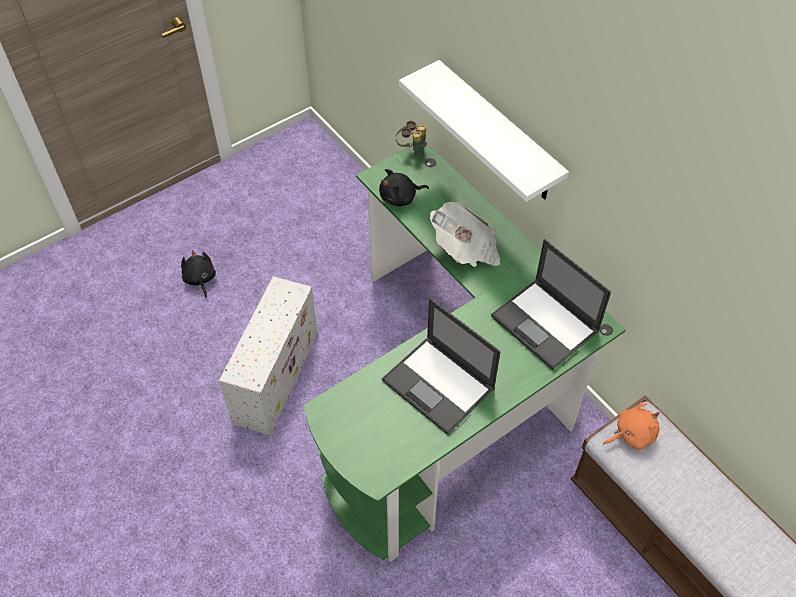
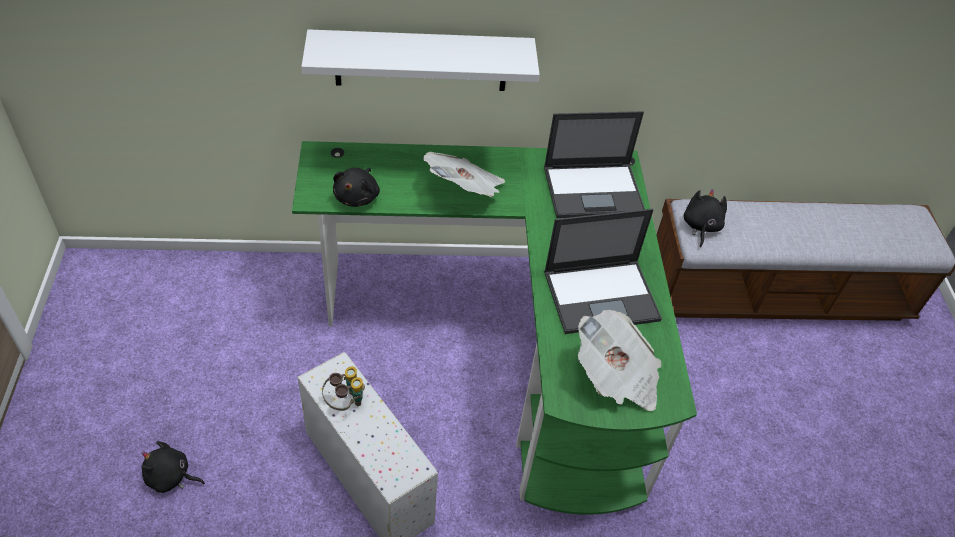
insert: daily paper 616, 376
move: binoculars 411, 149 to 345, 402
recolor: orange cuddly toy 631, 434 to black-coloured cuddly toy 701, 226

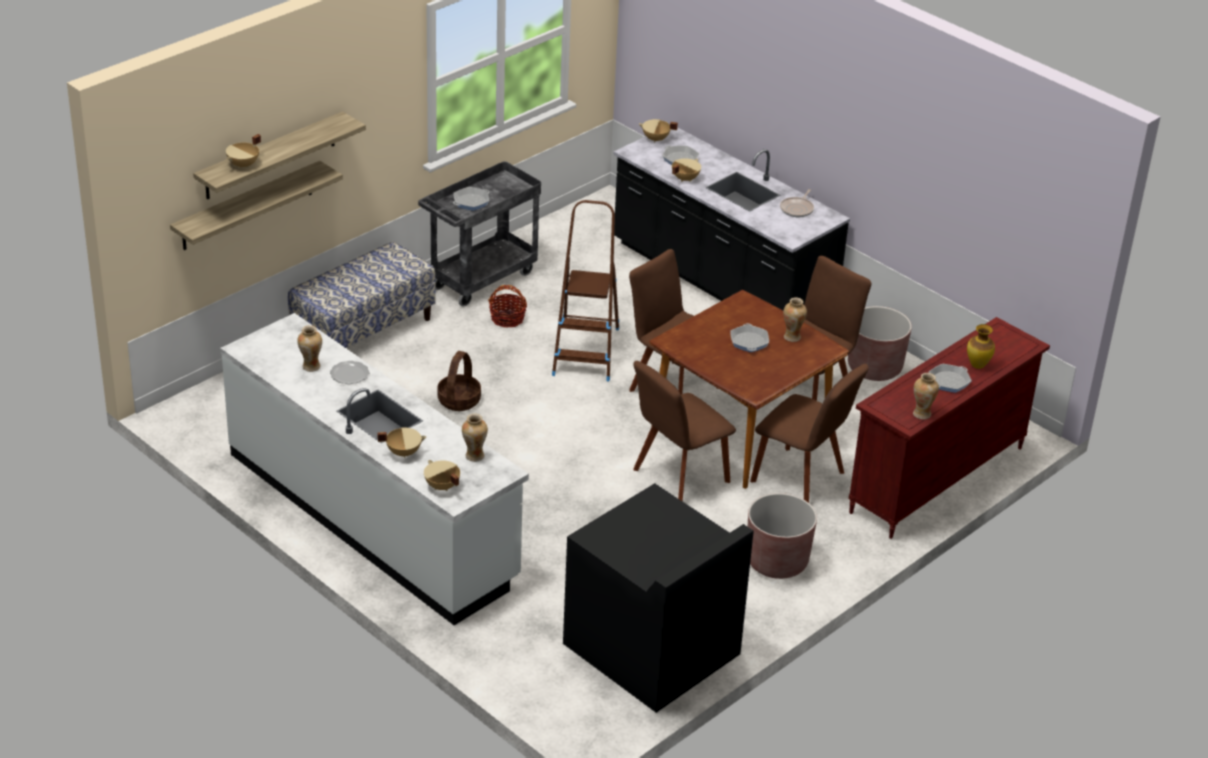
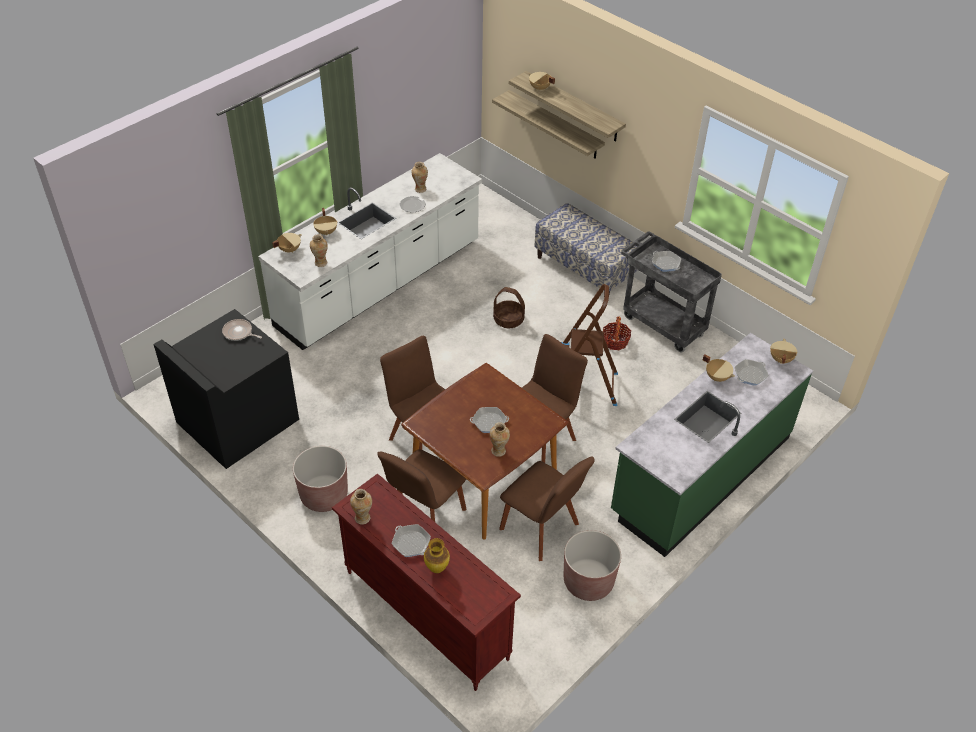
move: frying pan 797, 209 to 239, 333
recolor: black-coloured counter 720, 282 to greenish counter 700, 474

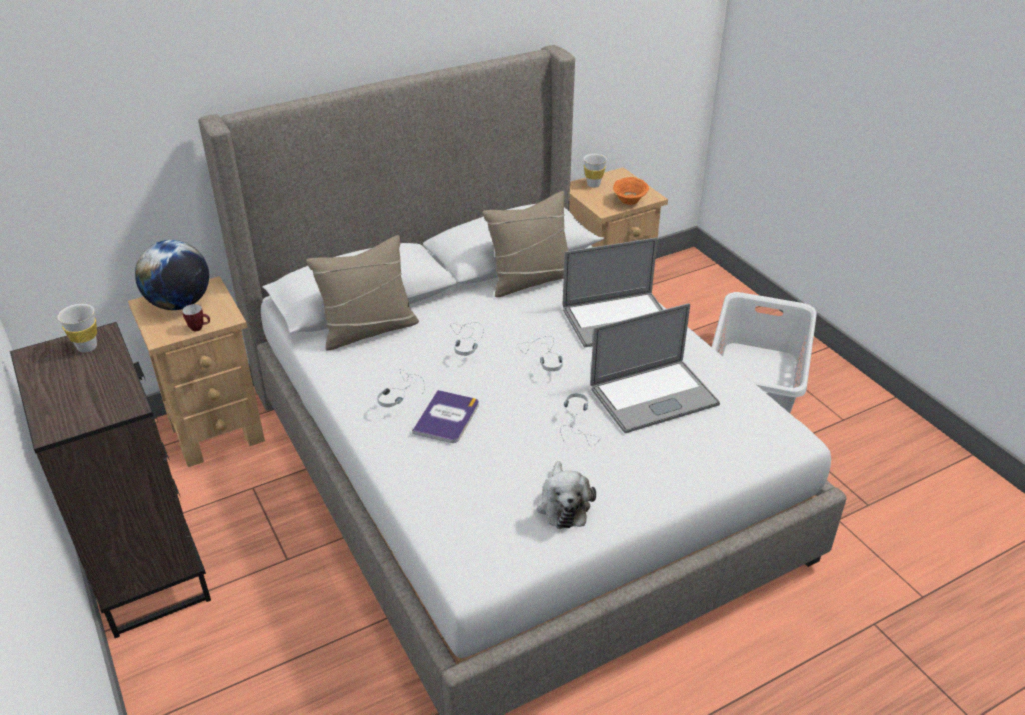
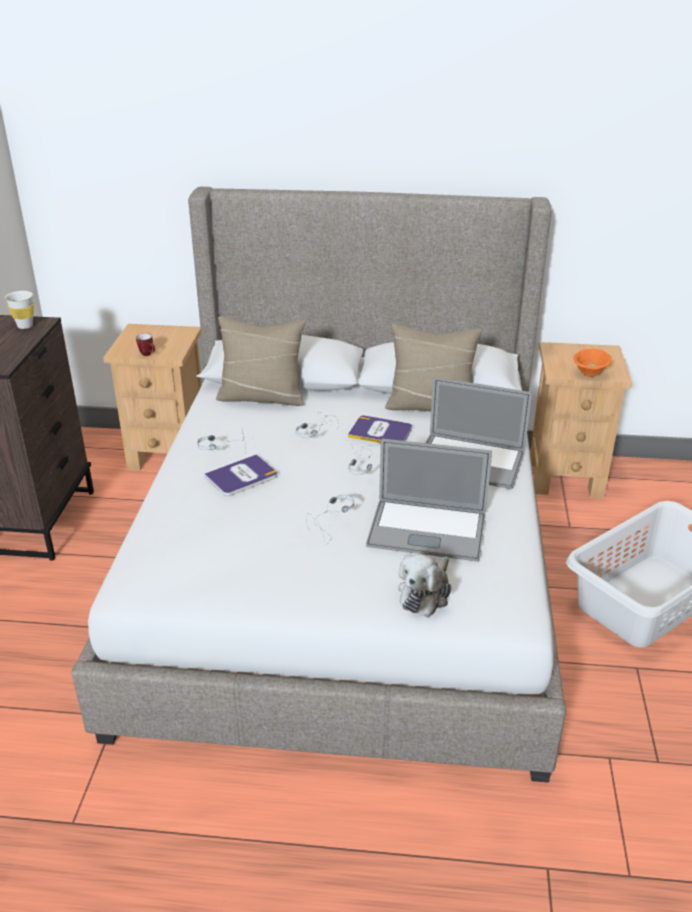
delete: globe 180, 303; white-coloured small cup 593, 184
insert: book 380, 432
move: cuddly toy 563, 504 to 425, 593

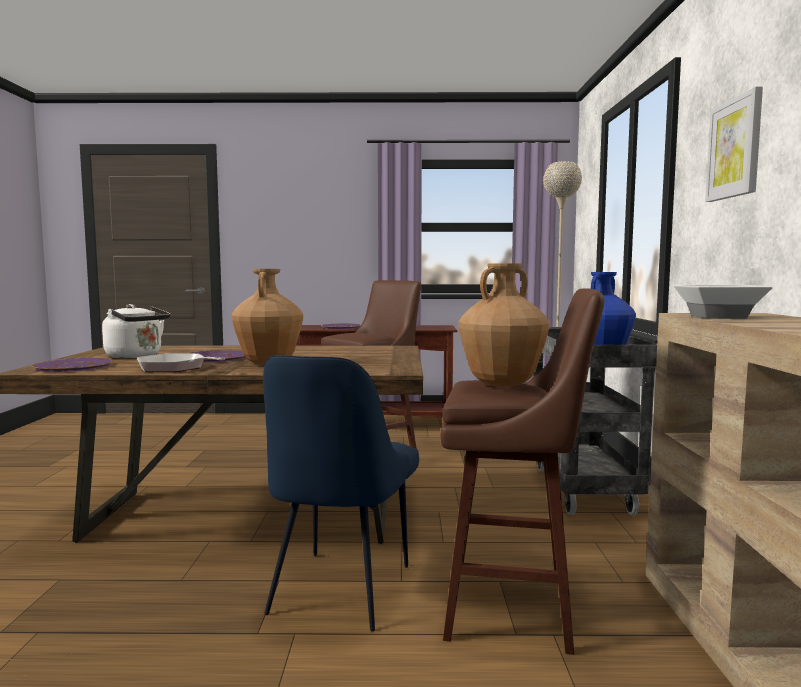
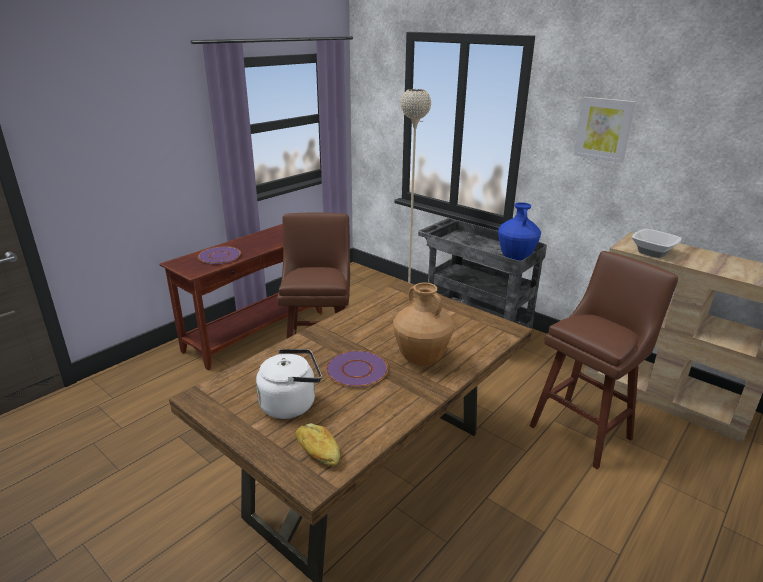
delete: frying pan 175, 368; blue-coloured upright chair 341, 589; brown-coloured flower vase 502, 384
replace: purple plate 74, 366 to bread 317, 451

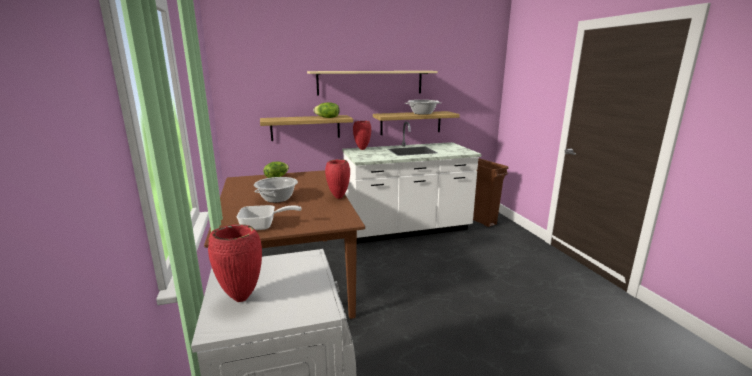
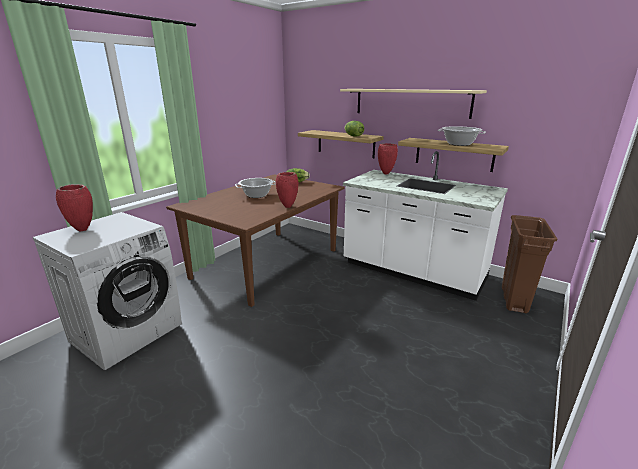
delete: frying pan 263, 226

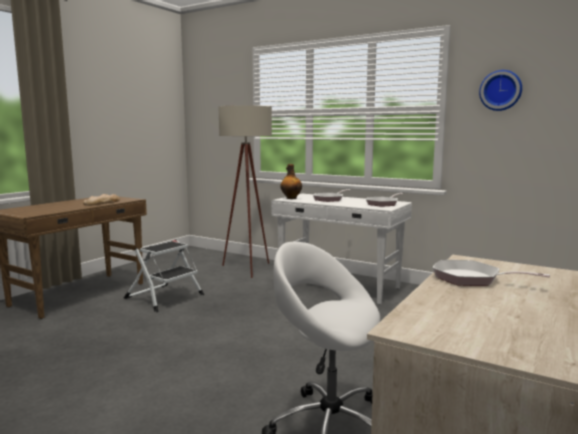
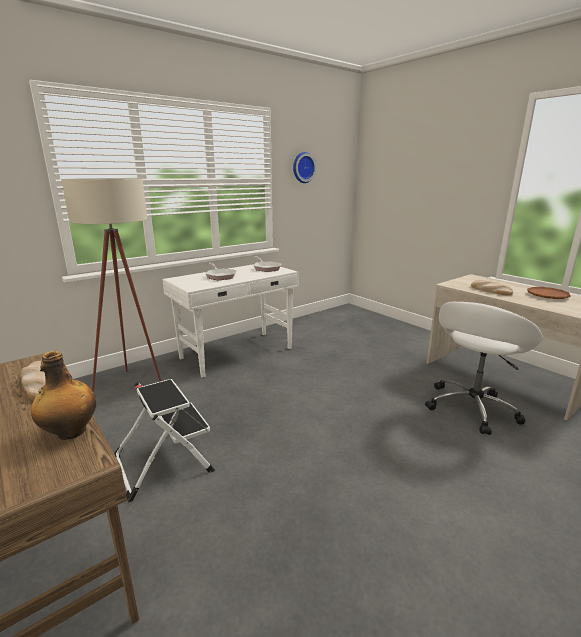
insert: brown-coloured plate 547, 295
move: beverage bottle 291, 198 to 70, 432
replace: frying pan 471, 279 to bread 490, 290

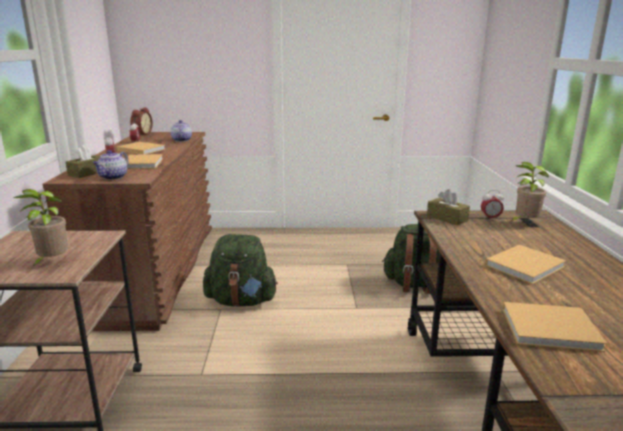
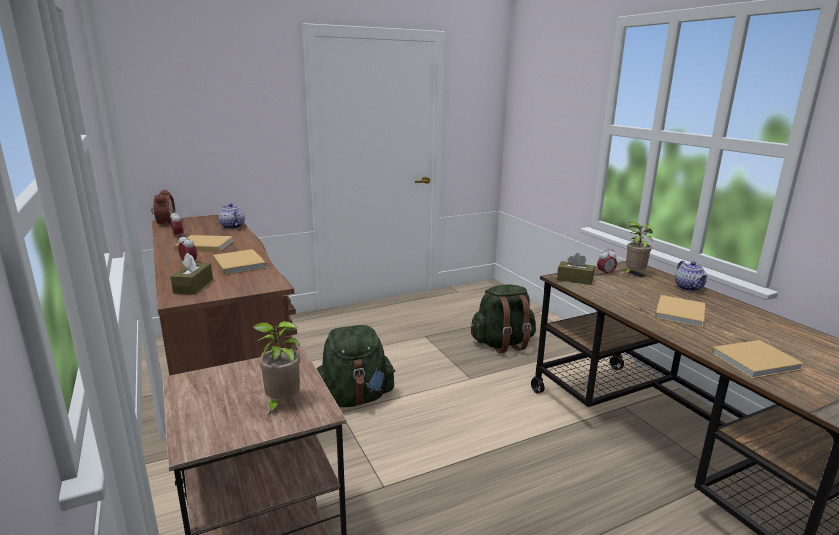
move: teapot 113, 177 to 689, 288

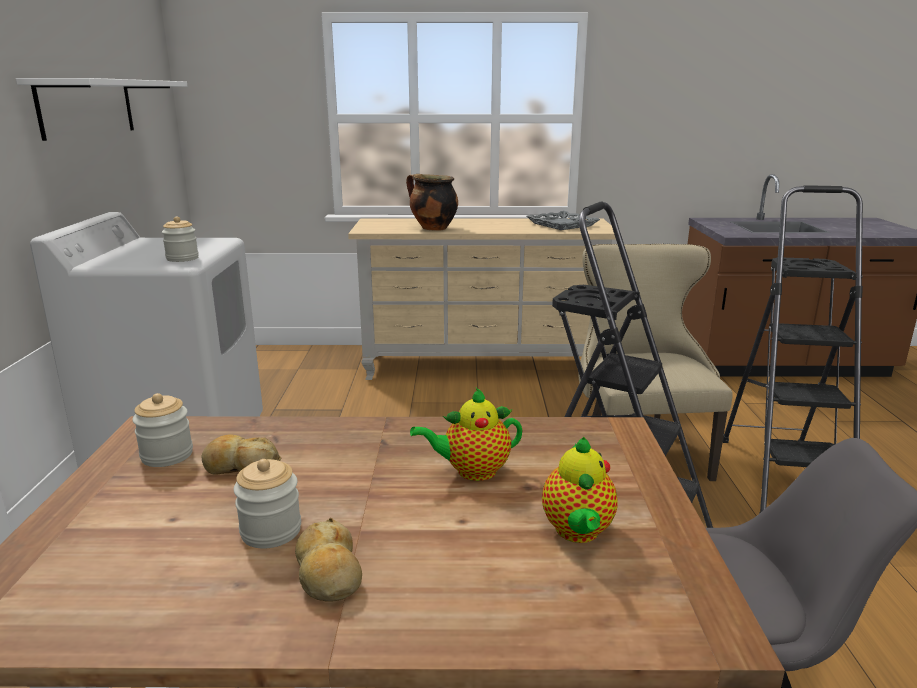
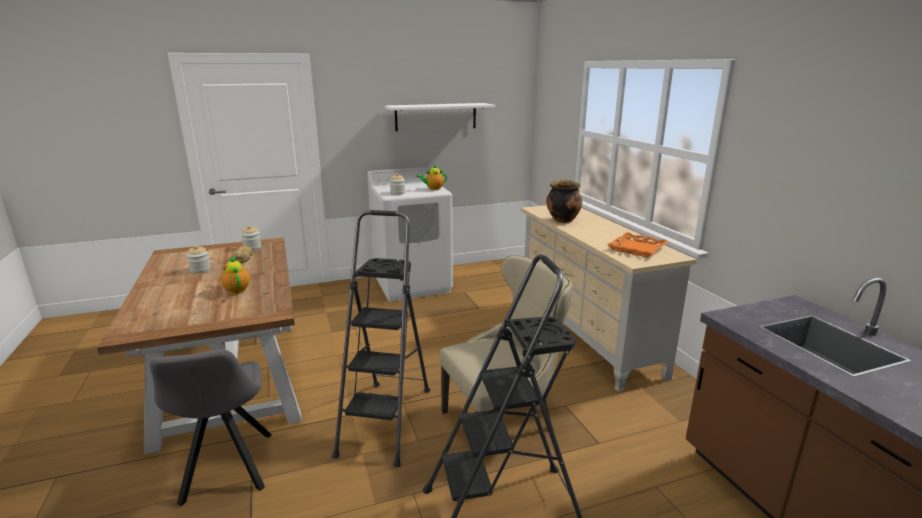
delete: bread 328, 573
move: teapot 577, 532 to 433, 189
recolor: greyish carrying tray 561, 225 to orange carrying tray 636, 248

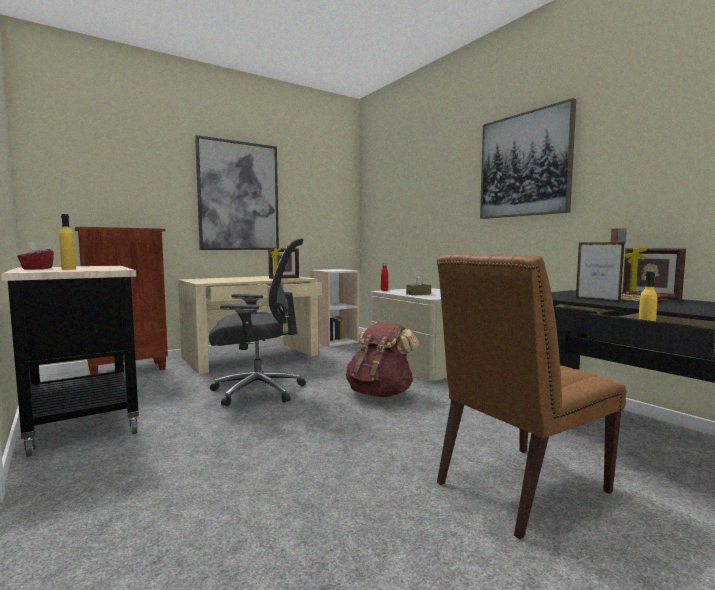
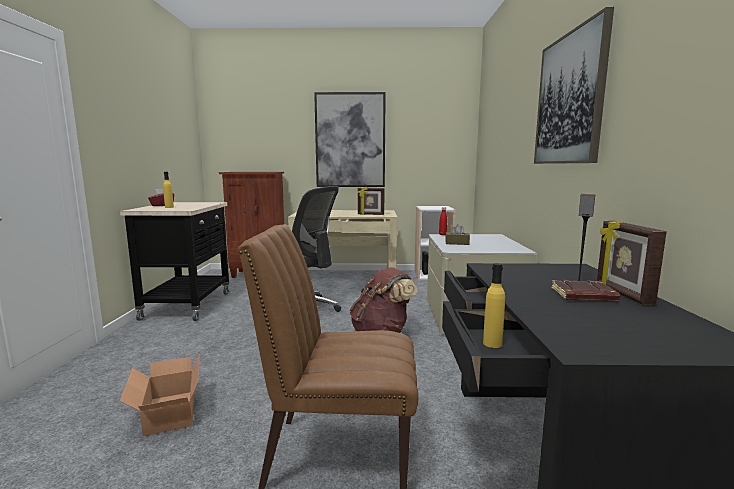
delete: picture frame 597, 300
insert: packing box 167, 414

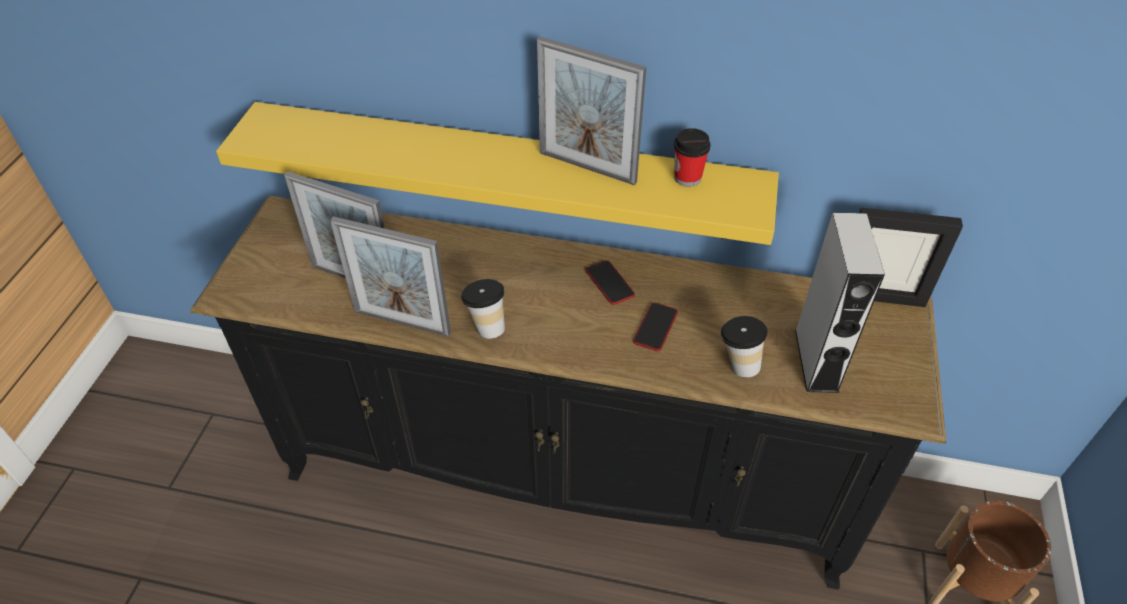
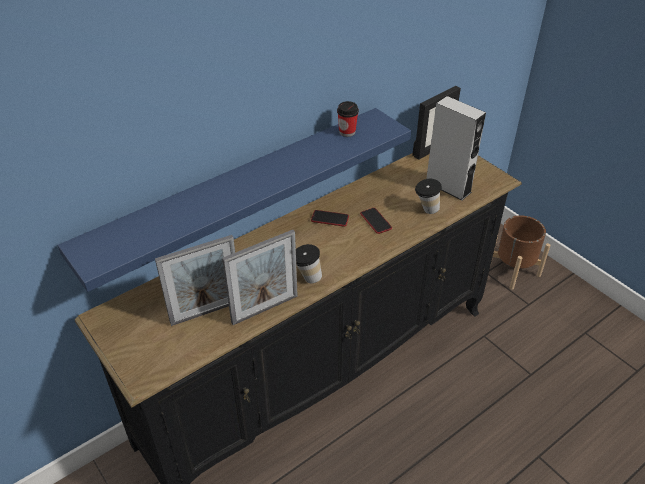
delete: picture frame 587, 167
recolor: yellowish shelf 507, 171 to blue-coloured shelf 238, 192

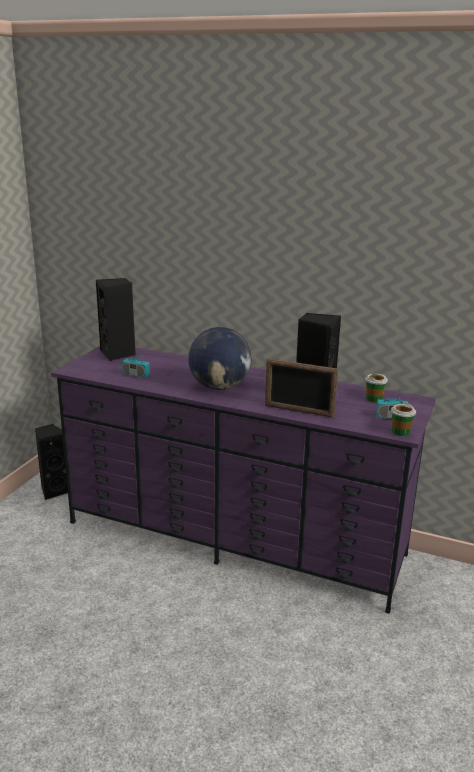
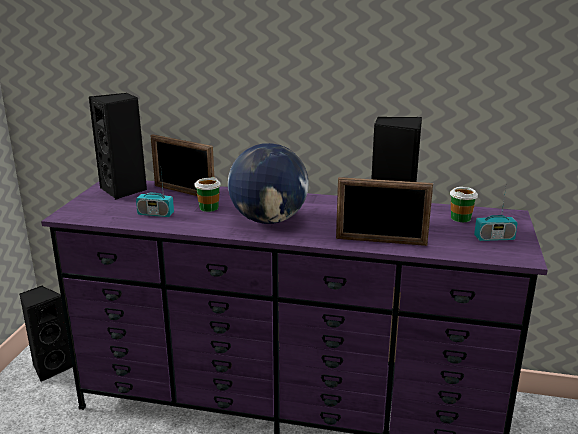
insert: picture frame 184, 192
move: small cup 400, 432 to 208, 208

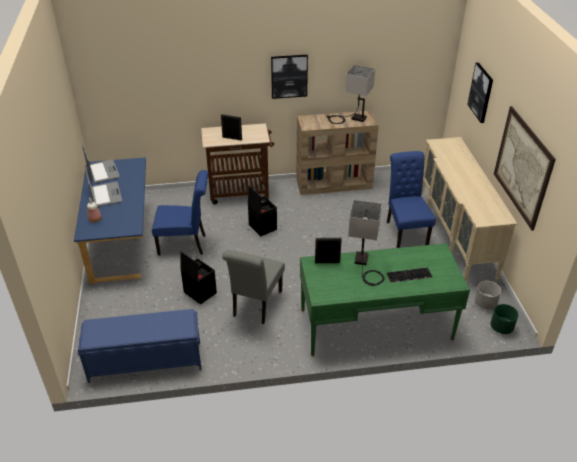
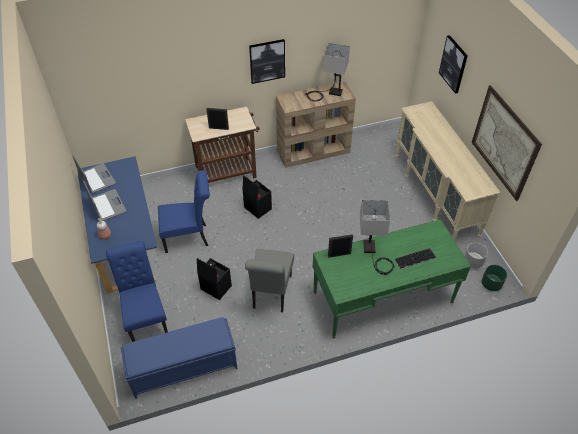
move: blue-coloured upright chair 405, 231 to 146, 317

